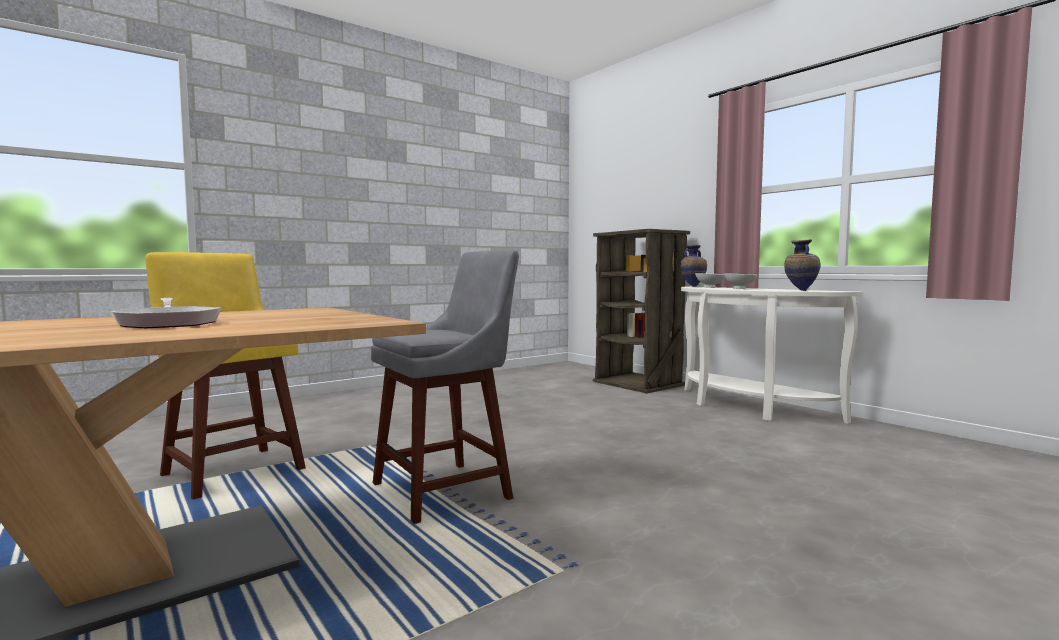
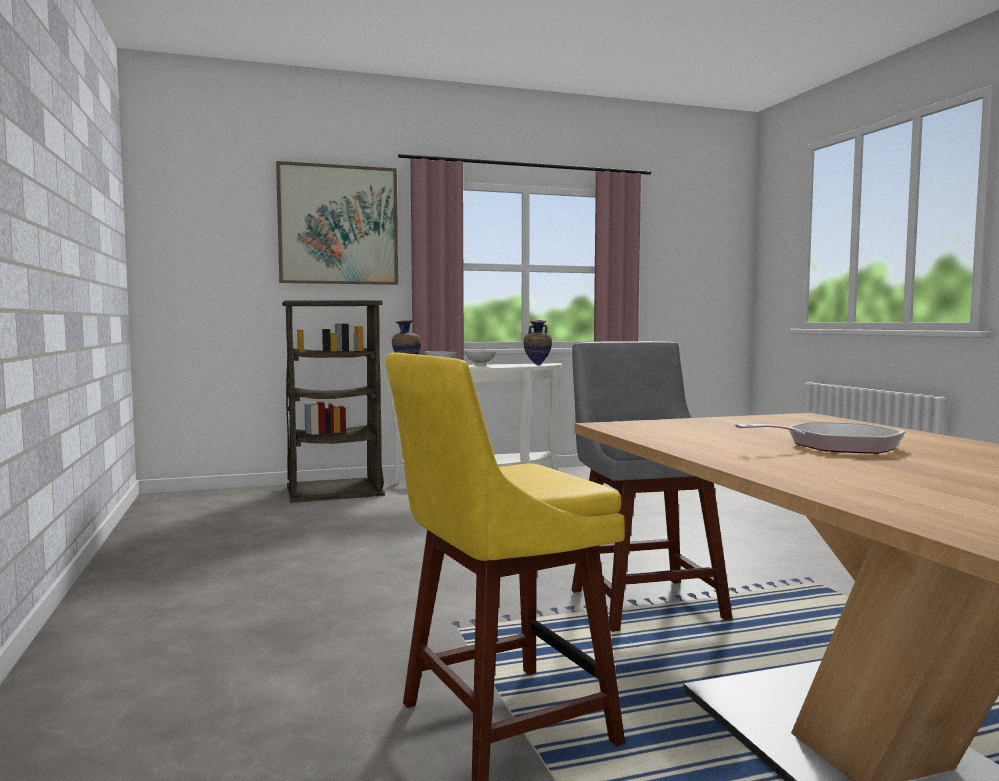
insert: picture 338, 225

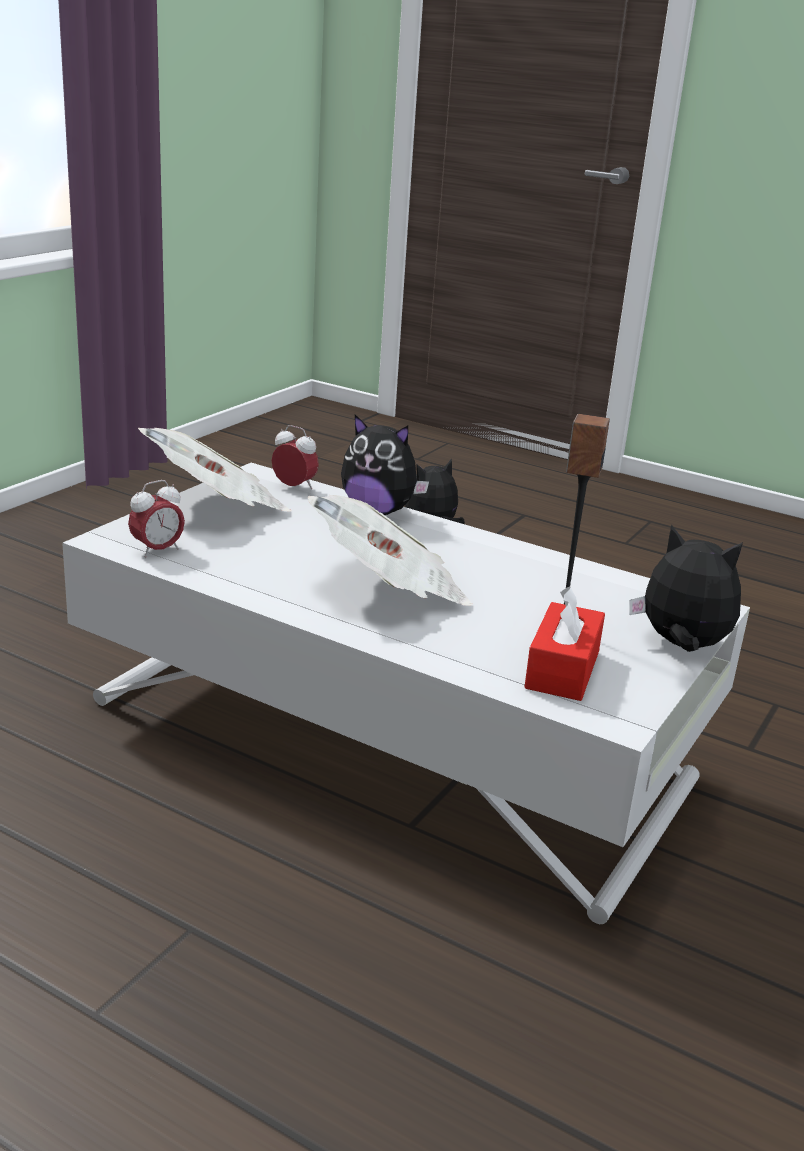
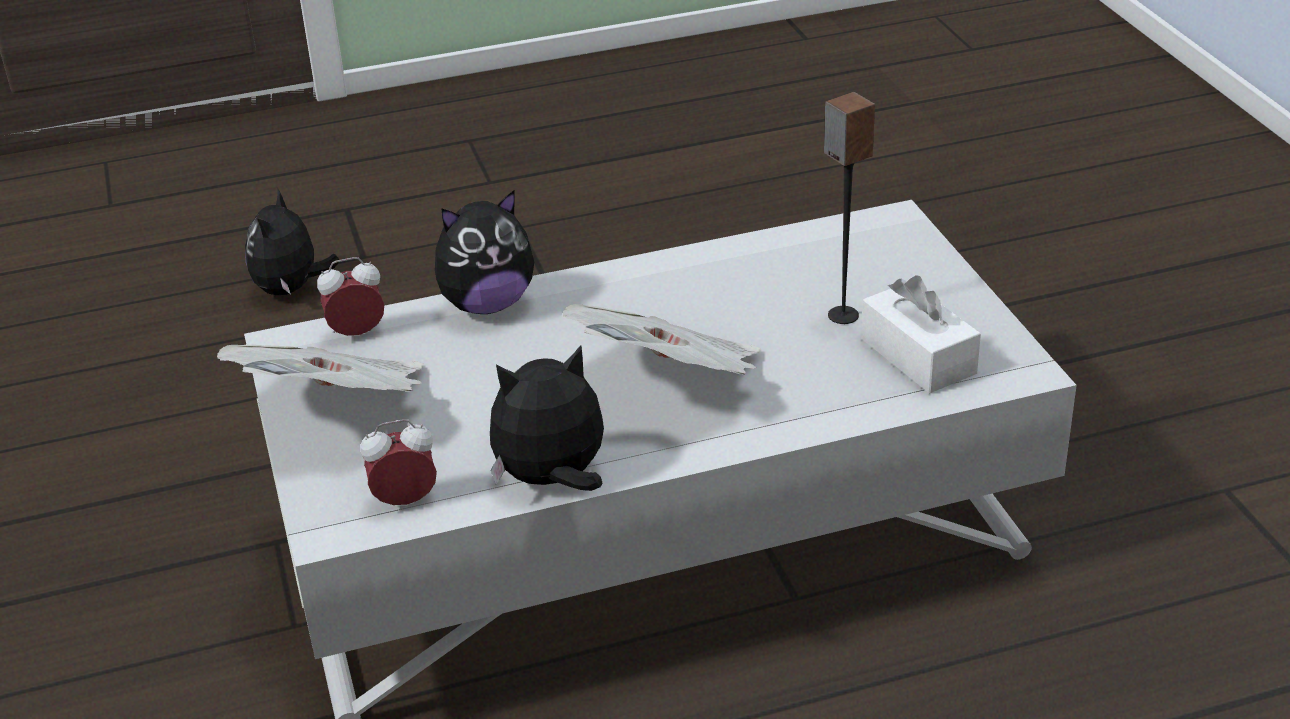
move: cuddly toy 681, 646 to 552, 480
recolor: red-coloured tissue holder 562, 669 to white-coloured tissue holder 918, 356
rotate: bedside clock 157, 551 = 405, 500 105 degrees counterclockwise

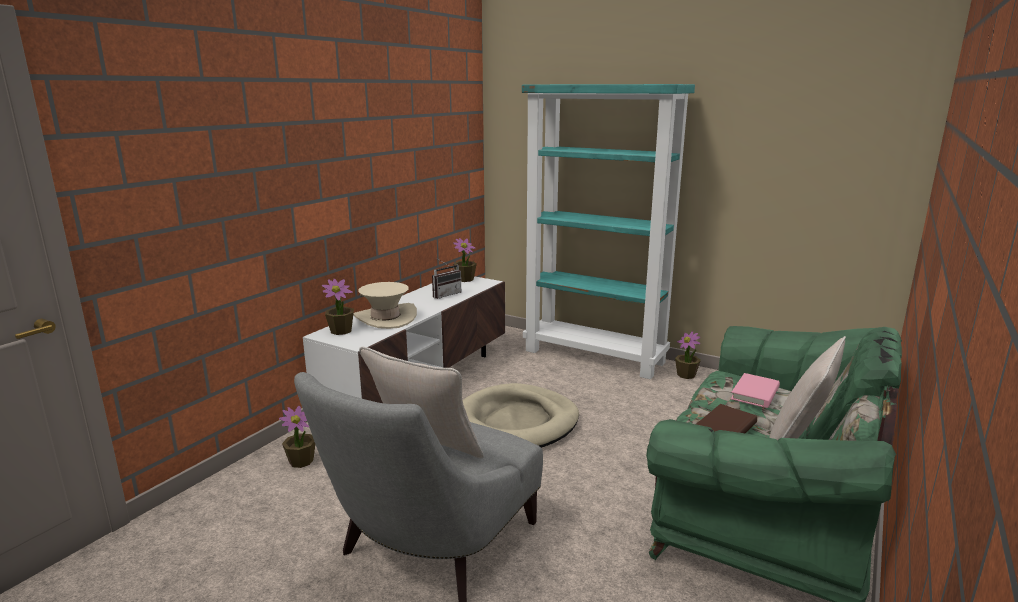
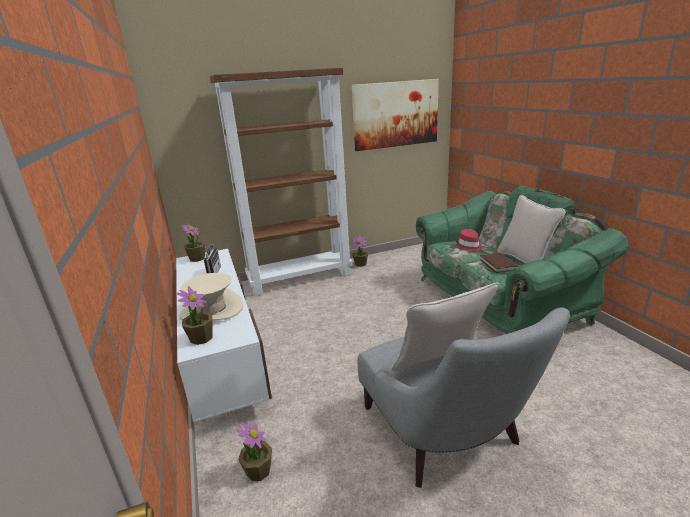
delete: sand-coloured pet bed 516, 422
insert: picture 396, 114
replace: pink-coloured book 755, 393 to red-coloured clothing hat 469, 245
recolor: turquoise shelving unit 595, 356 to brown-coloured shelving unit 300, 278

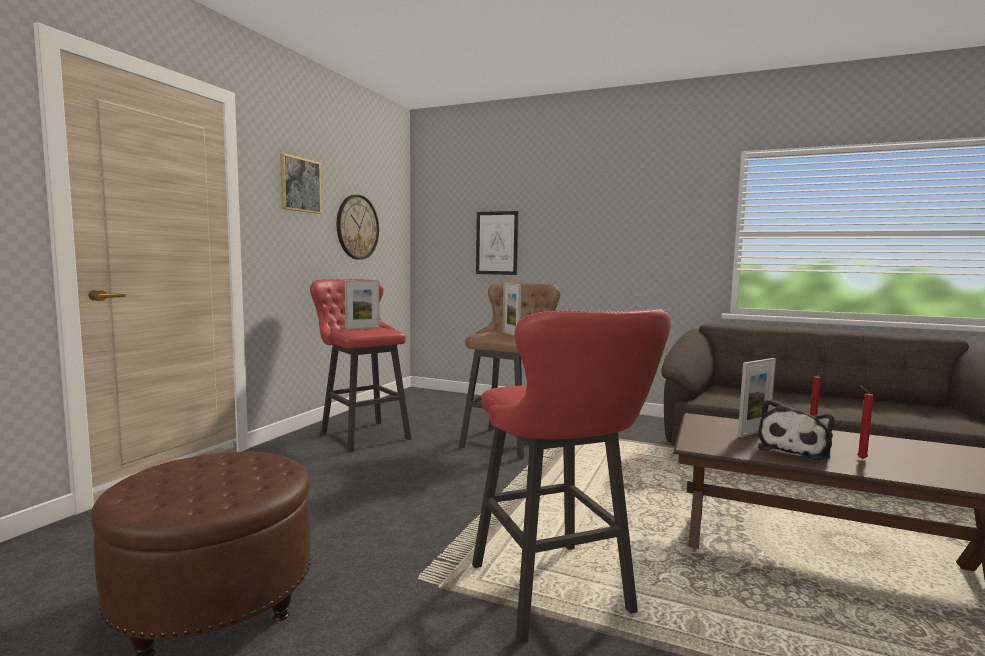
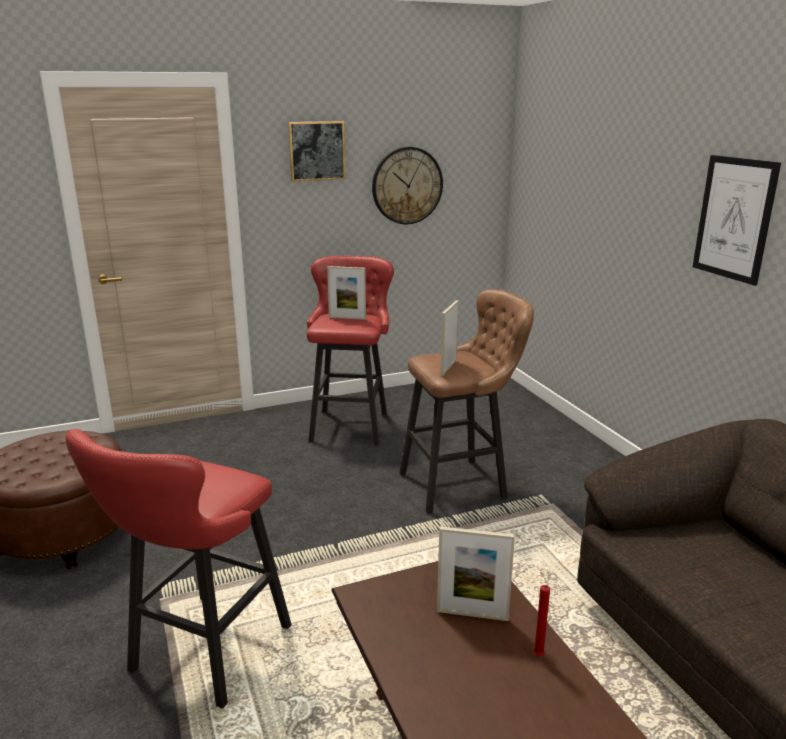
delete: cuddly toy 794, 450; red-coloured wax light 860, 458
move: picture 497, 243 to 734, 218

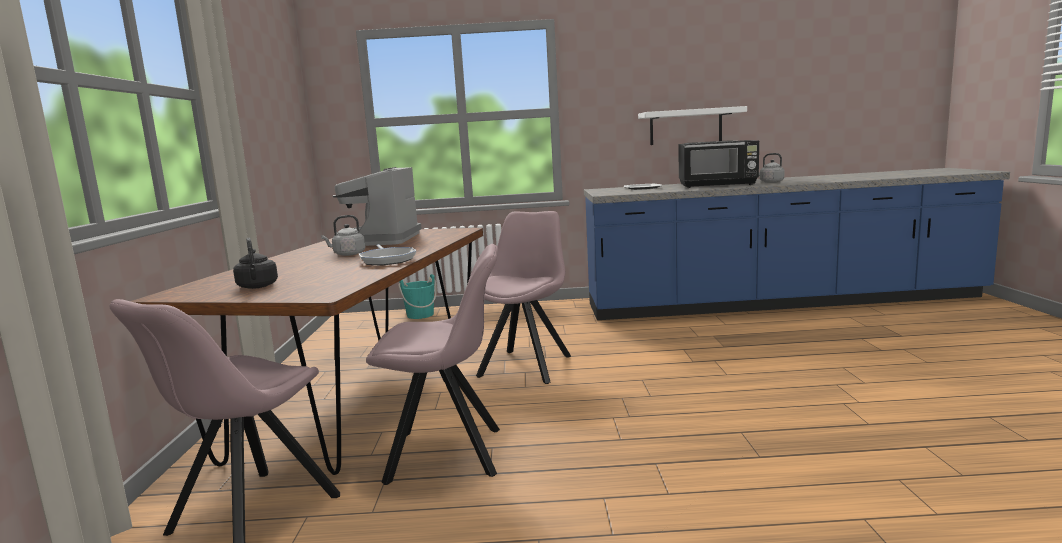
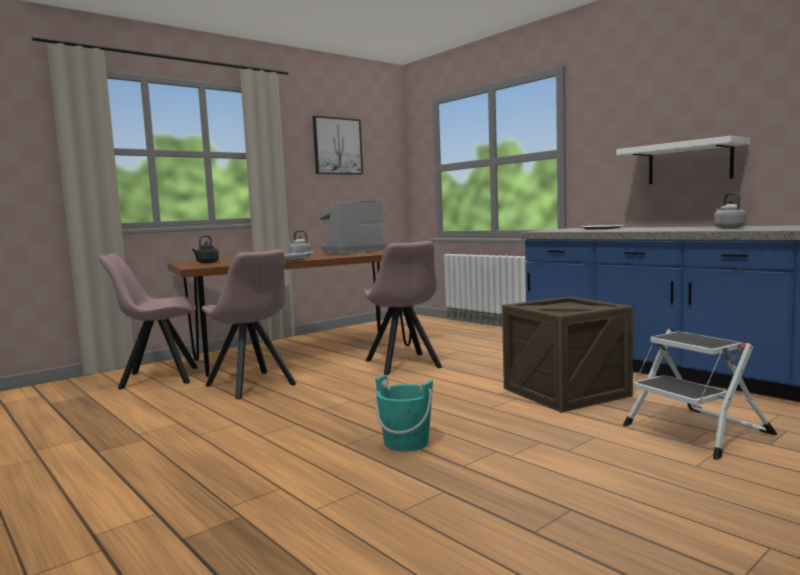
delete: black-coloured microwave 718, 185
insert: picture 337, 146; shipping crate 566, 392; step ladder 698, 431
move: turquoise pail 420, 315 to 406, 442
rotate: pink-coloured upright chair 526, 366 = 403, 364 90 degrees clockwise

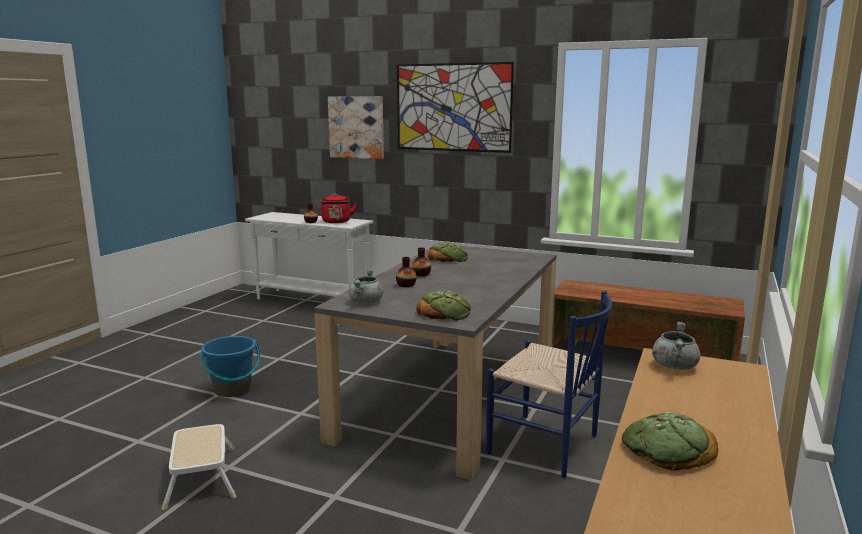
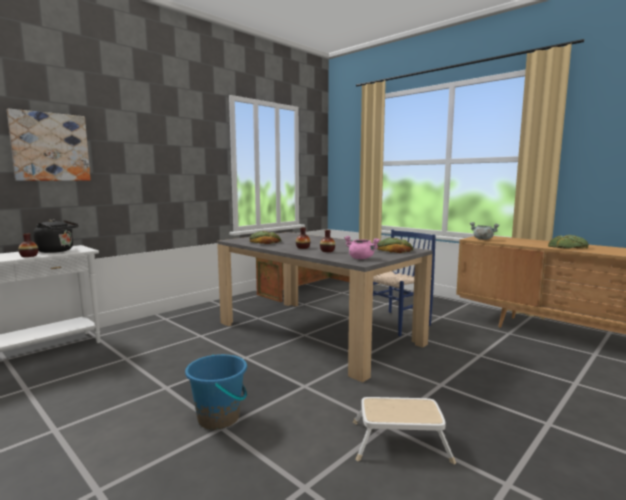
delete: picture 453, 107
recolor: red-coloured tea kettle 336, 222 to black-coloured tea kettle 57, 251; greyish stockpot 366, 302 to pink-coloured stockpot 361, 258

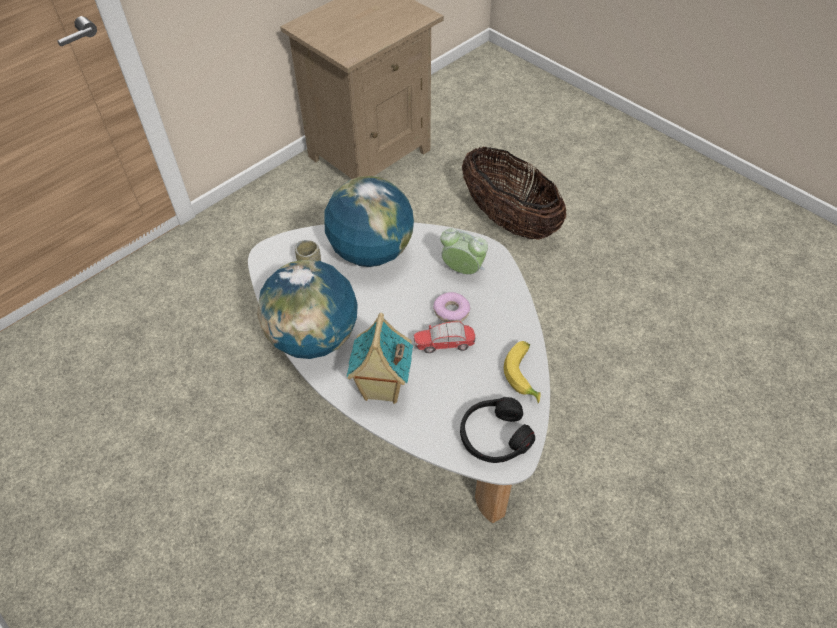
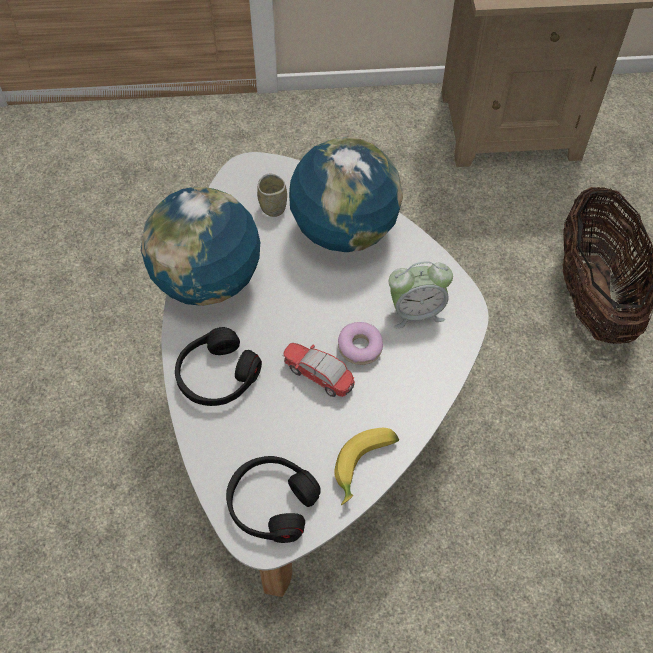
replace: miniature house 381, 389 to black-coloured headphones 217, 375
rotate: bedside clock 462, 270 = 416, 312 105 degrees clockwise

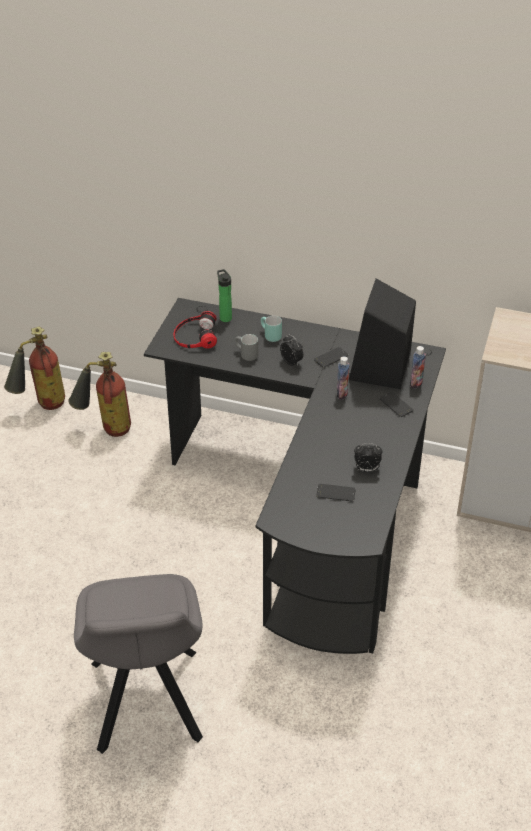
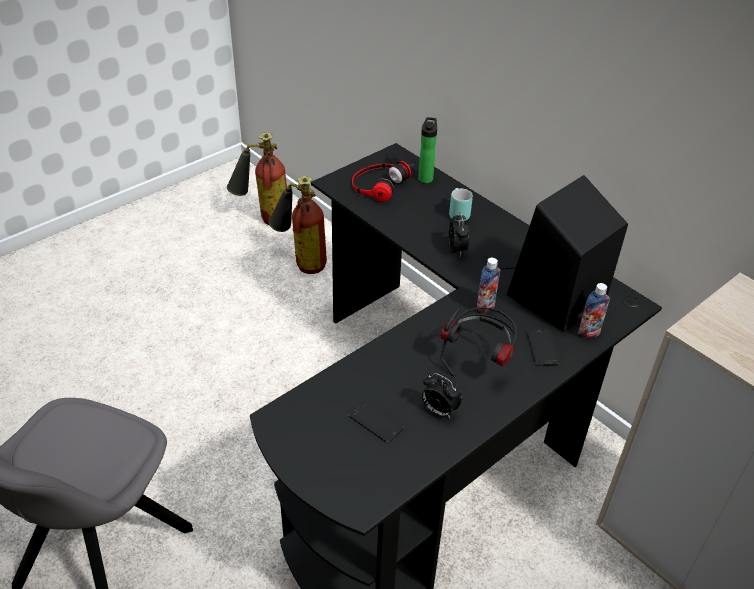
delete: greyish coffee mug 245, 355
insert: headphones 479, 361

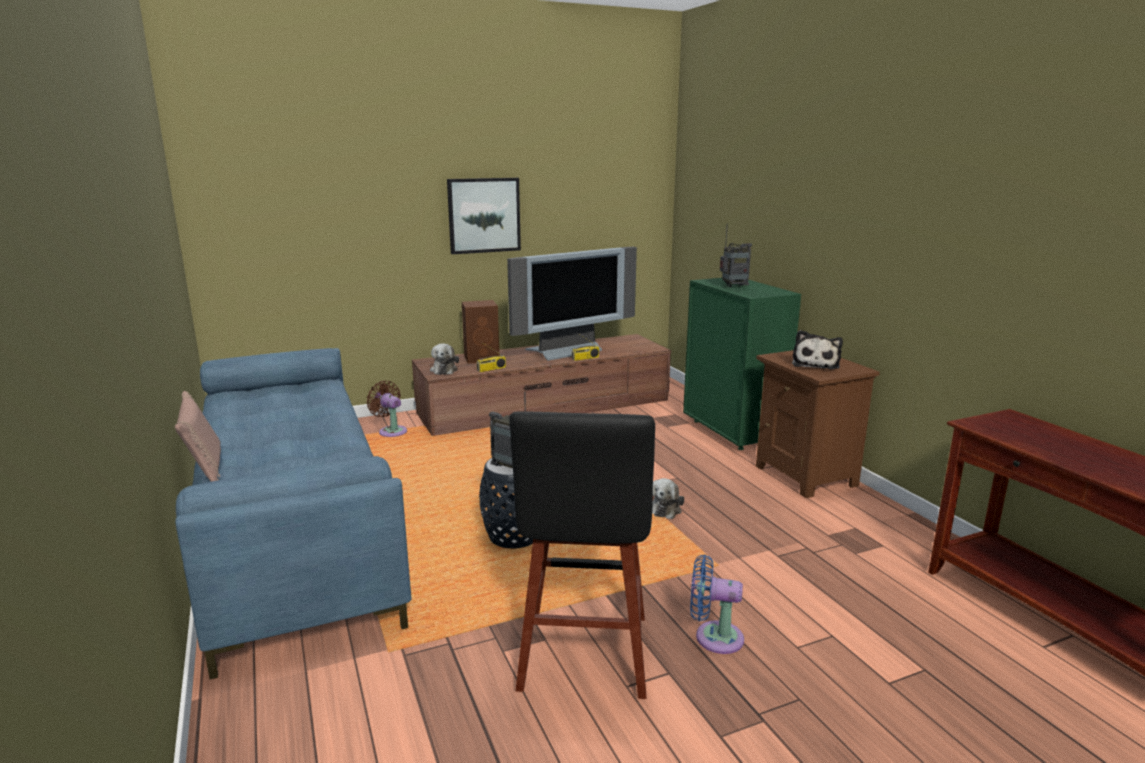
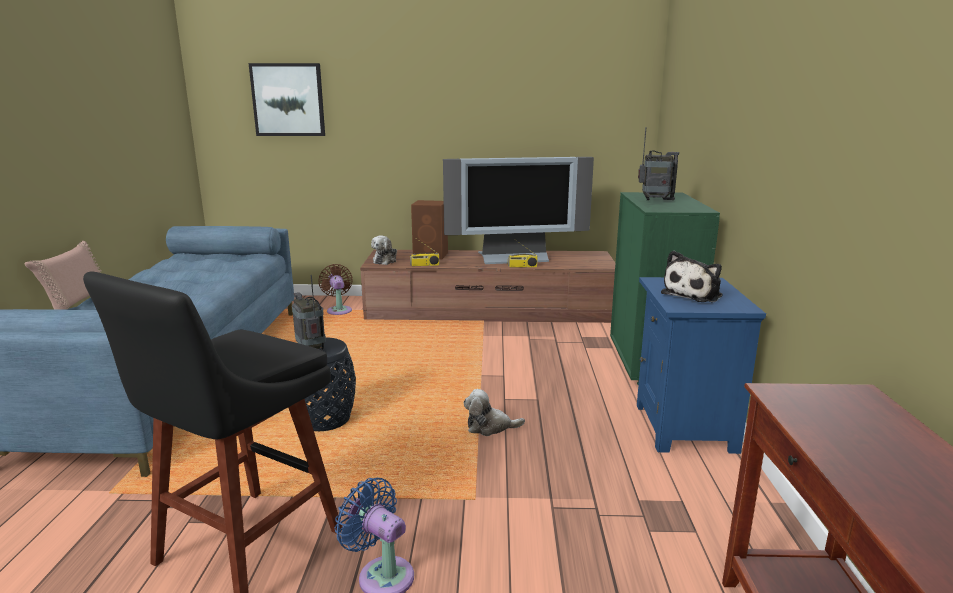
move: picture 484, 215 to 288, 100
recolor: brown-coloured night table 804, 476 to blue-coloured night table 682, 428
rotate: cuddly toy 665, 508 = 489, 427 45 degrees clockwise

